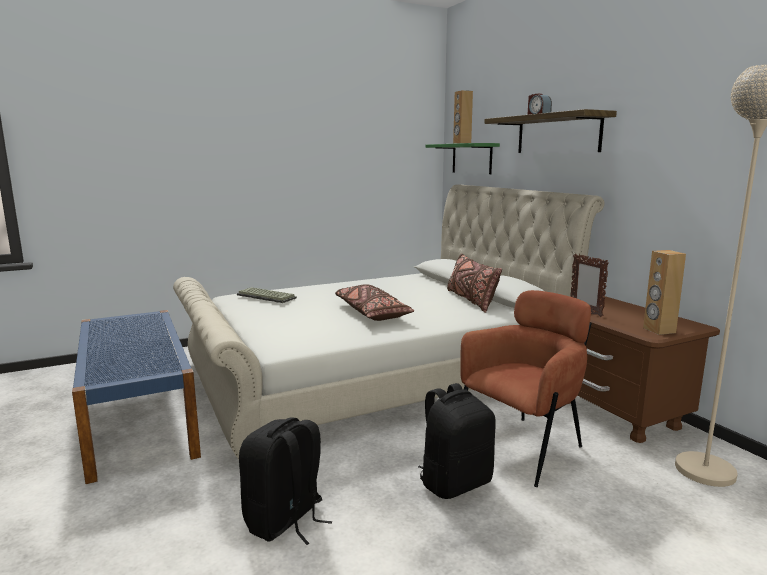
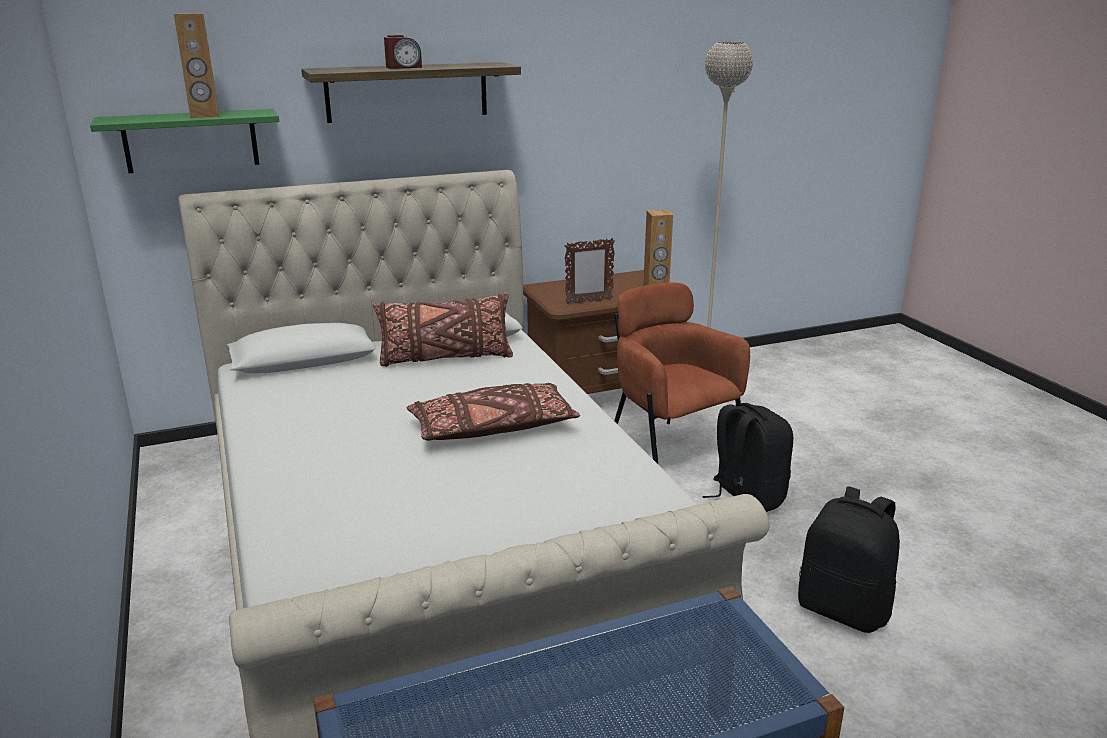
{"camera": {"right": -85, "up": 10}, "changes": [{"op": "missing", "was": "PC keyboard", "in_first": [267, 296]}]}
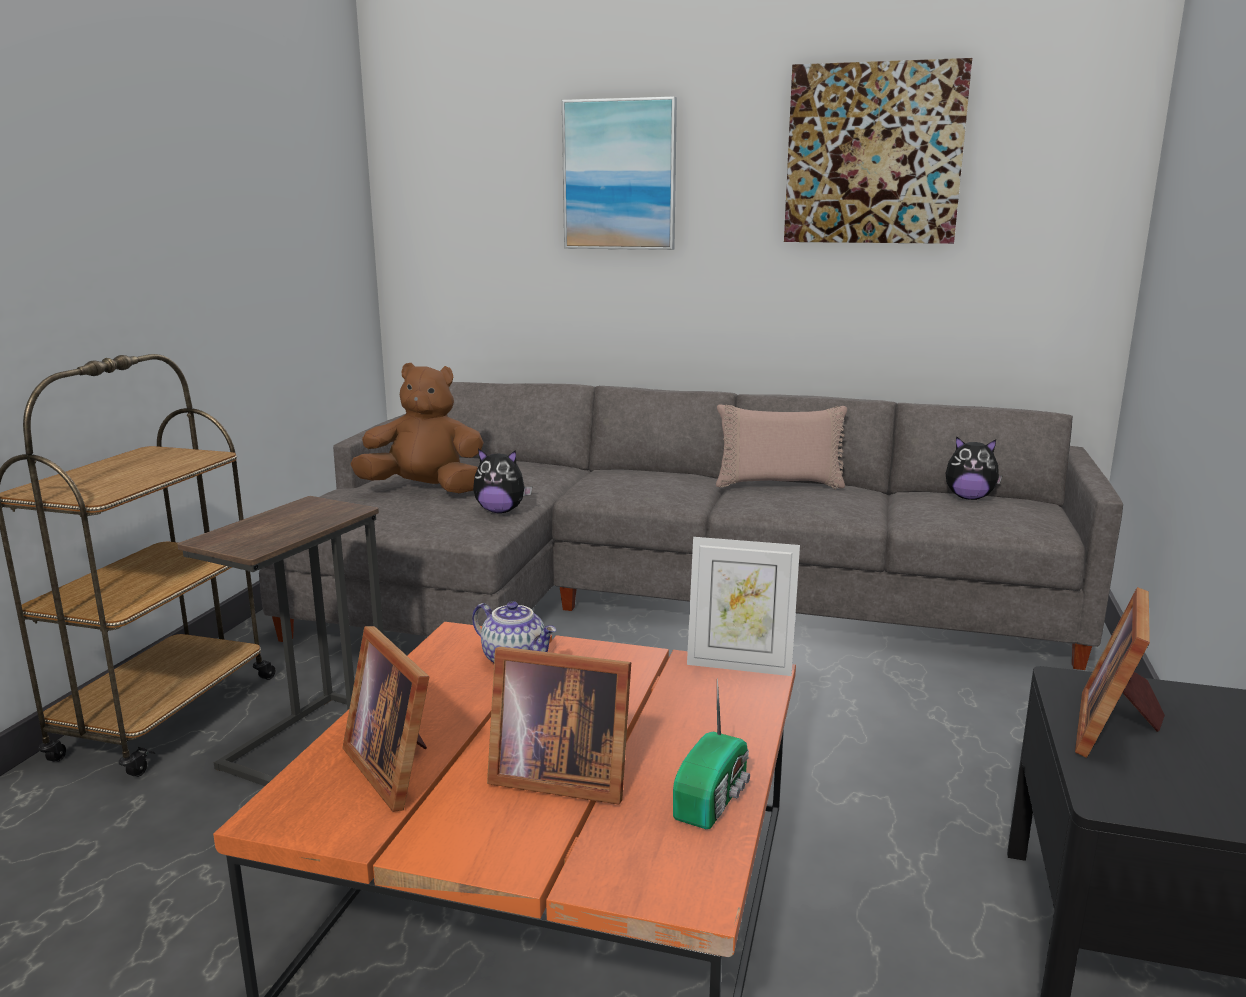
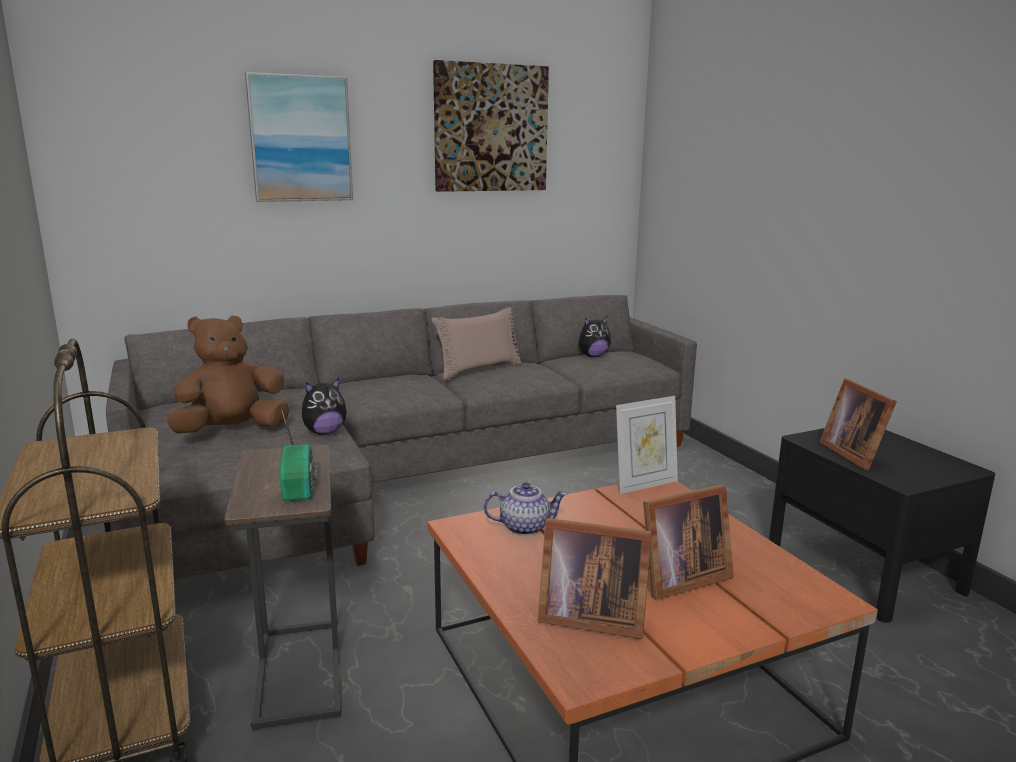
{"camera": {"right": -40, "up": 0}, "changes": [{"op": "relocated", "was": "radio", "in_first": [714, 798], "in_second": [300, 485]}]}
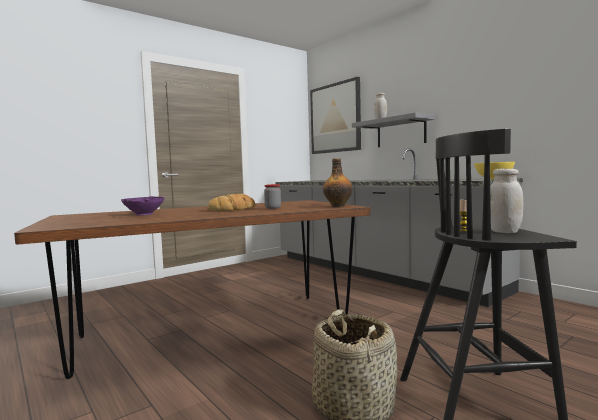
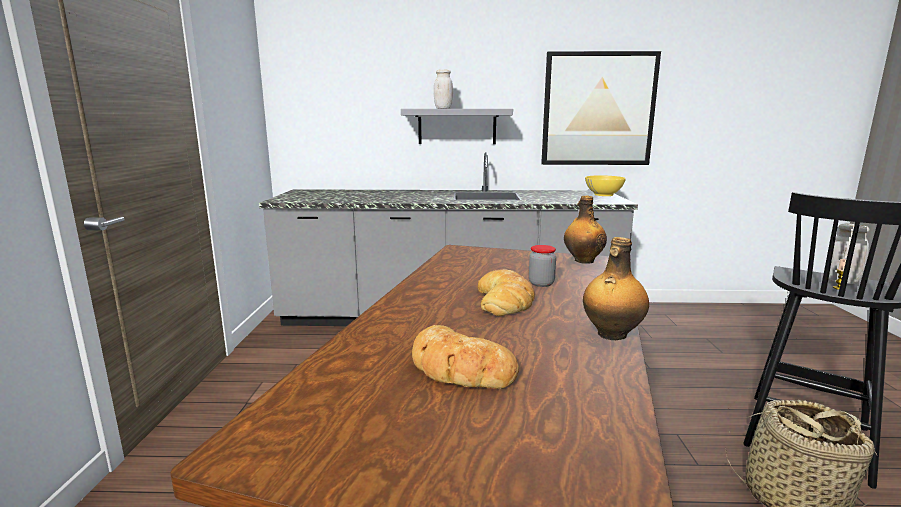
{"camera": {"right": -50, "up": 10}, "changes": [{"op": "exchanged", "was": "deep dish in purple-coloured", "now": "bakery bread", "in_first": [144, 214], "in_second": [459, 368]}, {"op": "relocated", "was": "wall picture", "in_first": [335, 118], "in_second": [598, 109]}, {"op": "appeared", "now": "drink bottle", "in_second": [611, 334]}]}
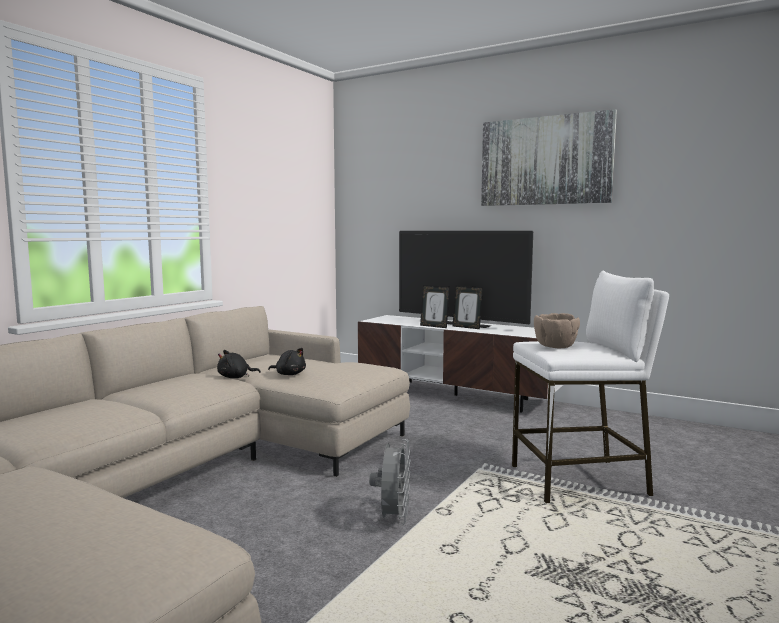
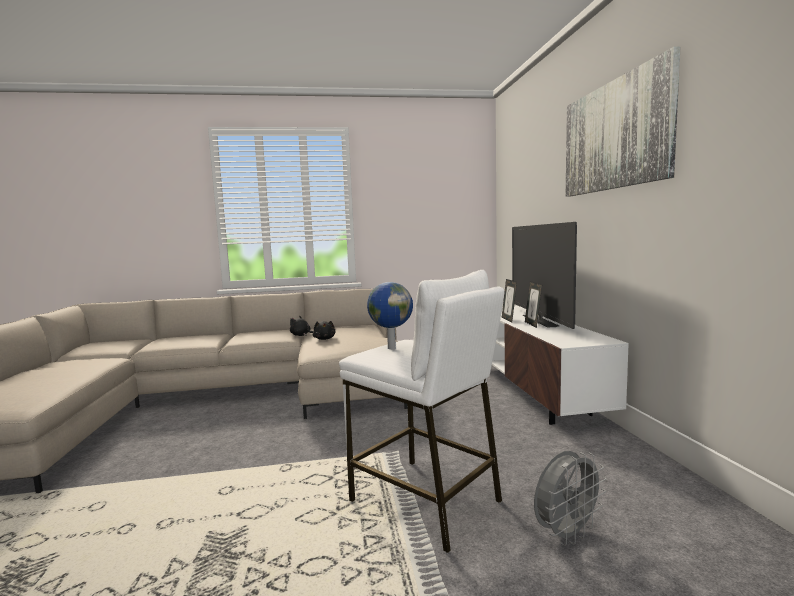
{"camera": {"right": 50, "up": 0}, "changes": [{"op": "exchanged", "was": "deep dish in brown", "now": "world globe", "in_first": [554, 346], "in_second": [391, 348]}, {"op": "relocated", "was": "fan in gray", "in_first": [393, 518], "in_second": [566, 534]}]}
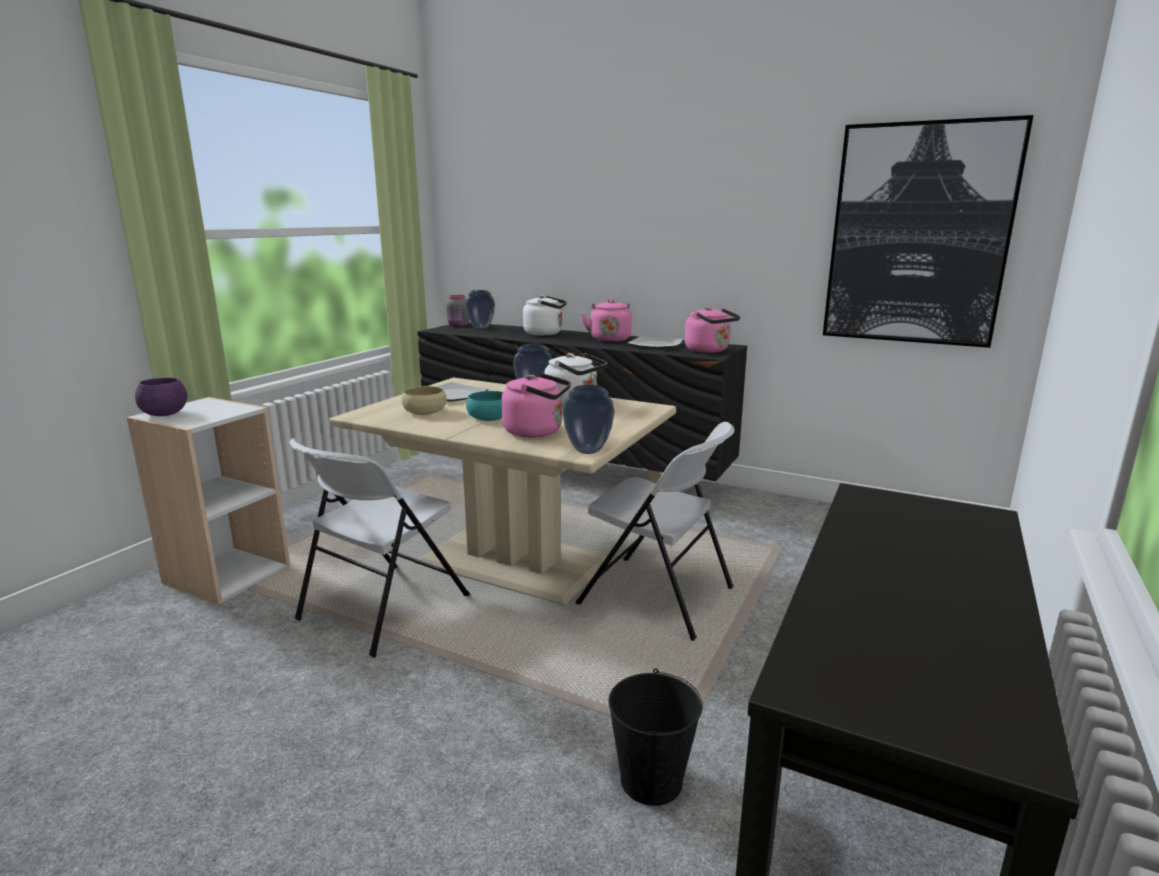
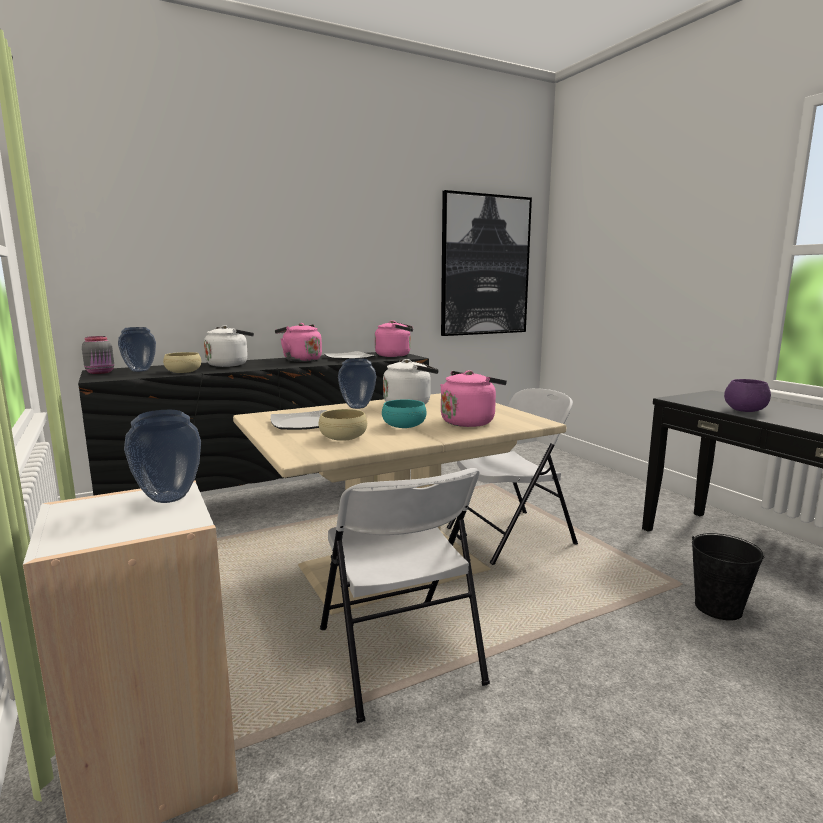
{"camera": {"right": -55, "up": -5}, "changes": [{"op": "relocated", "was": "vase", "in_first": [587, 450], "in_second": [168, 498]}, {"op": "appeared", "now": "deep dish in sand-coloured", "in_second": [183, 371]}, {"op": "relocated", "was": "deep dish in purple-coloured", "in_first": [164, 414], "in_second": [745, 411]}]}
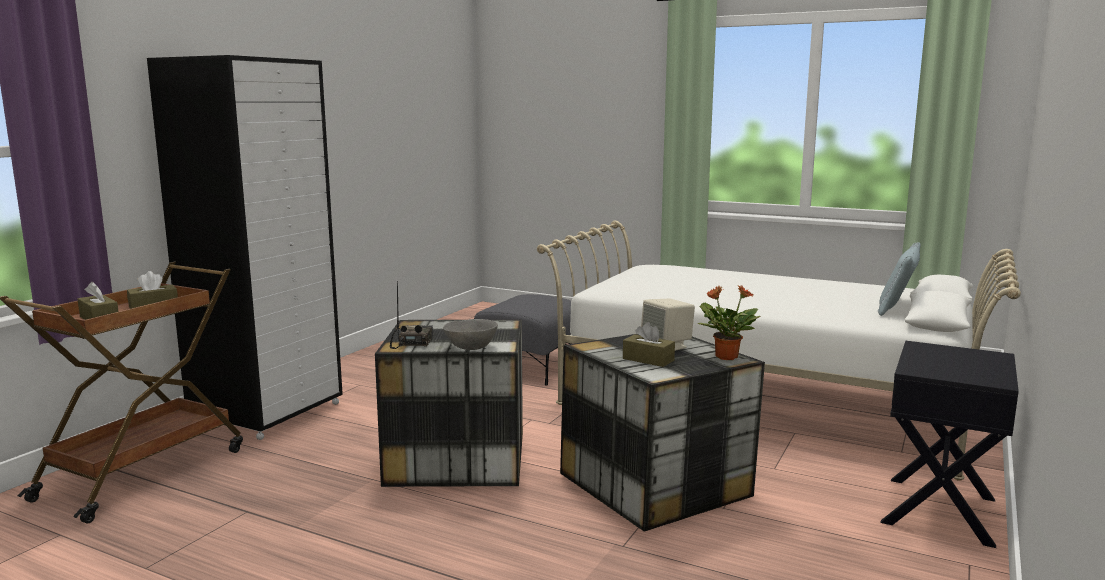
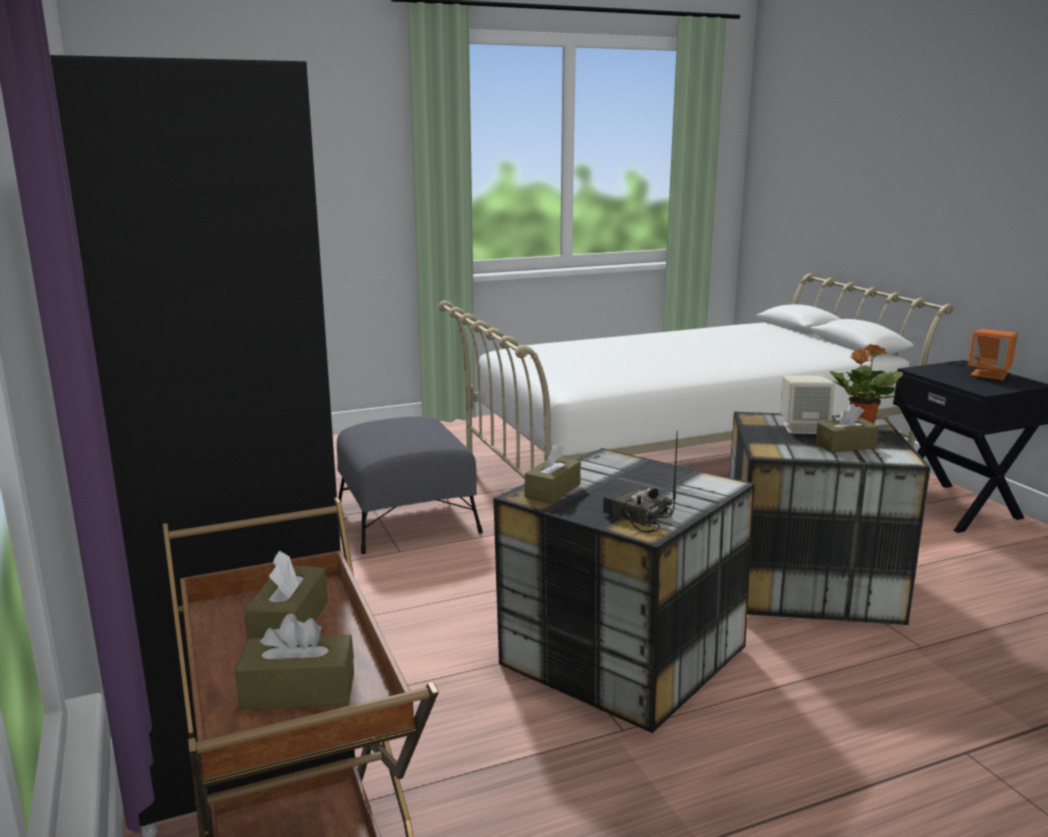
{"camera": {"right": -50, "up": 5}, "changes": [{"op": "appeared", "now": "box of tissues in brown", "in_second": [552, 491]}, {"op": "appeared", "now": "audio speaker in orangey", "in_second": [989, 374]}, {"op": "missing", "was": "deep dish in gray", "in_first": [471, 346]}, {"op": "missing", "was": "pillow in bluish", "in_first": [896, 307]}]}
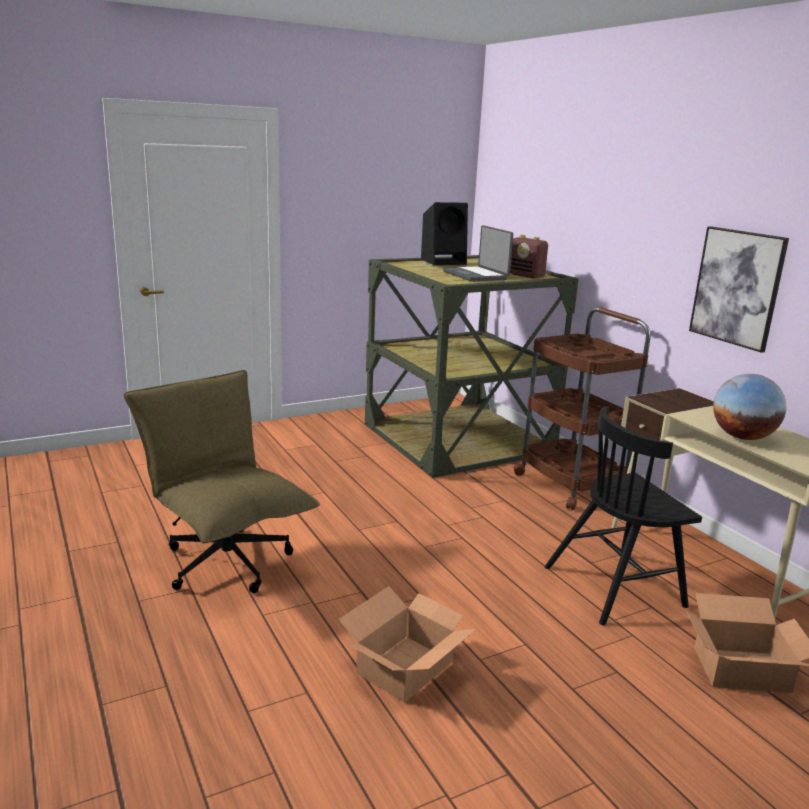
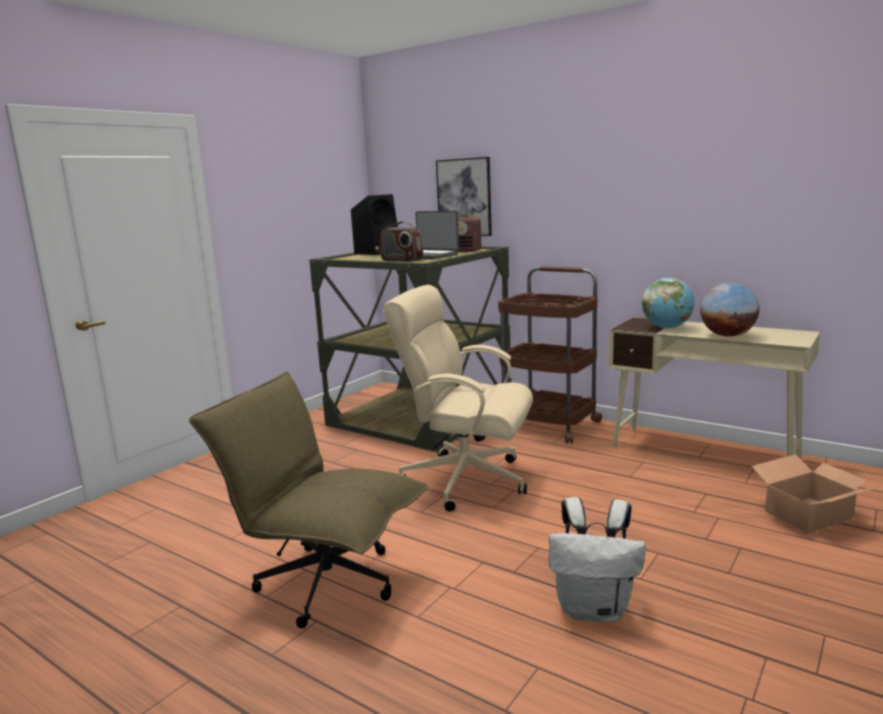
{"camera": {"right": -25, "up": -5}, "changes": [{"op": "appeared", "now": "radio", "in_second": [401, 260]}, {"op": "appeared", "now": "office chair in sand-coloured", "in_second": [466, 480]}, {"op": "relocated", "was": "wall picture", "in_first": [737, 287], "in_second": [464, 197]}, {"op": "exchanged", "was": "carton", "now": "rucksack in white", "in_first": [406, 667], "in_second": [594, 609]}, {"op": "appeared", "now": "world globe", "in_second": [666, 328]}, {"op": "missing", "was": "upright chair in blackish", "in_first": [620, 584]}]}
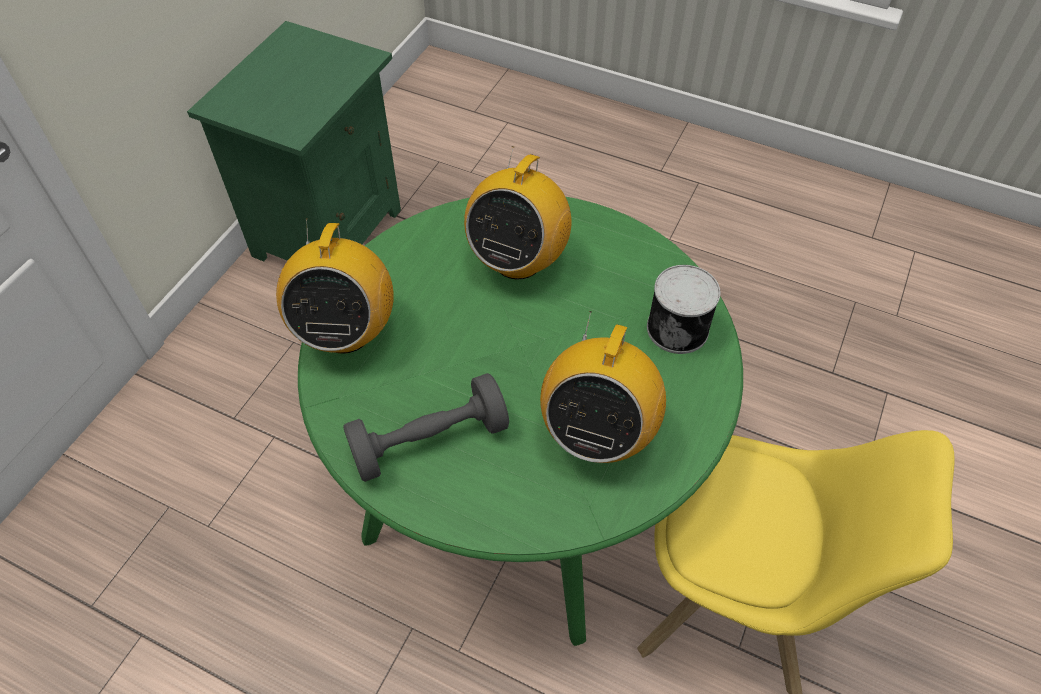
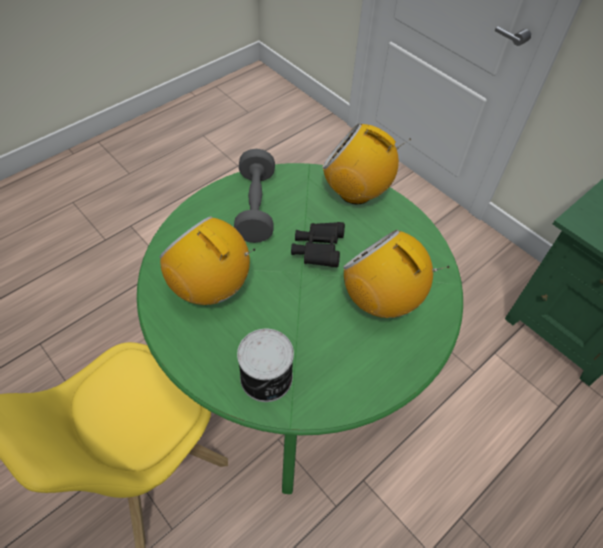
{"camera": {"right": 110, "up": 0}, "changes": [{"op": "appeared", "now": "field glasses in blackish", "in_second": [318, 251]}]}
